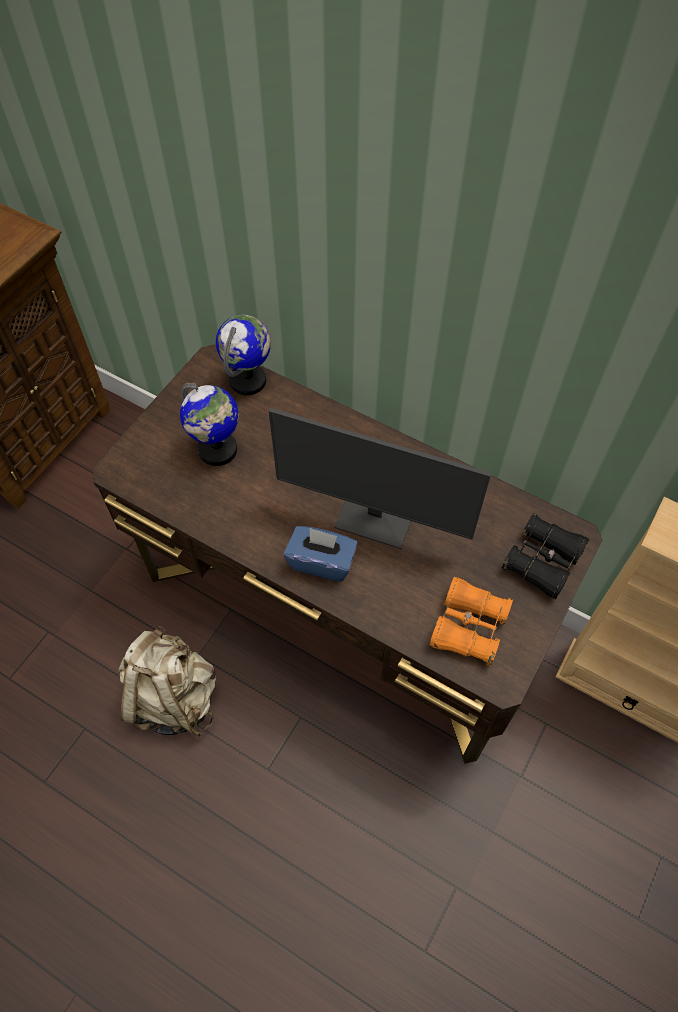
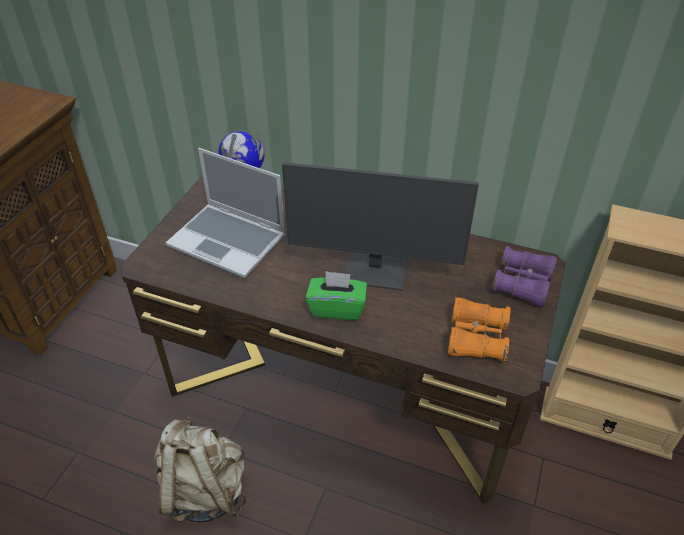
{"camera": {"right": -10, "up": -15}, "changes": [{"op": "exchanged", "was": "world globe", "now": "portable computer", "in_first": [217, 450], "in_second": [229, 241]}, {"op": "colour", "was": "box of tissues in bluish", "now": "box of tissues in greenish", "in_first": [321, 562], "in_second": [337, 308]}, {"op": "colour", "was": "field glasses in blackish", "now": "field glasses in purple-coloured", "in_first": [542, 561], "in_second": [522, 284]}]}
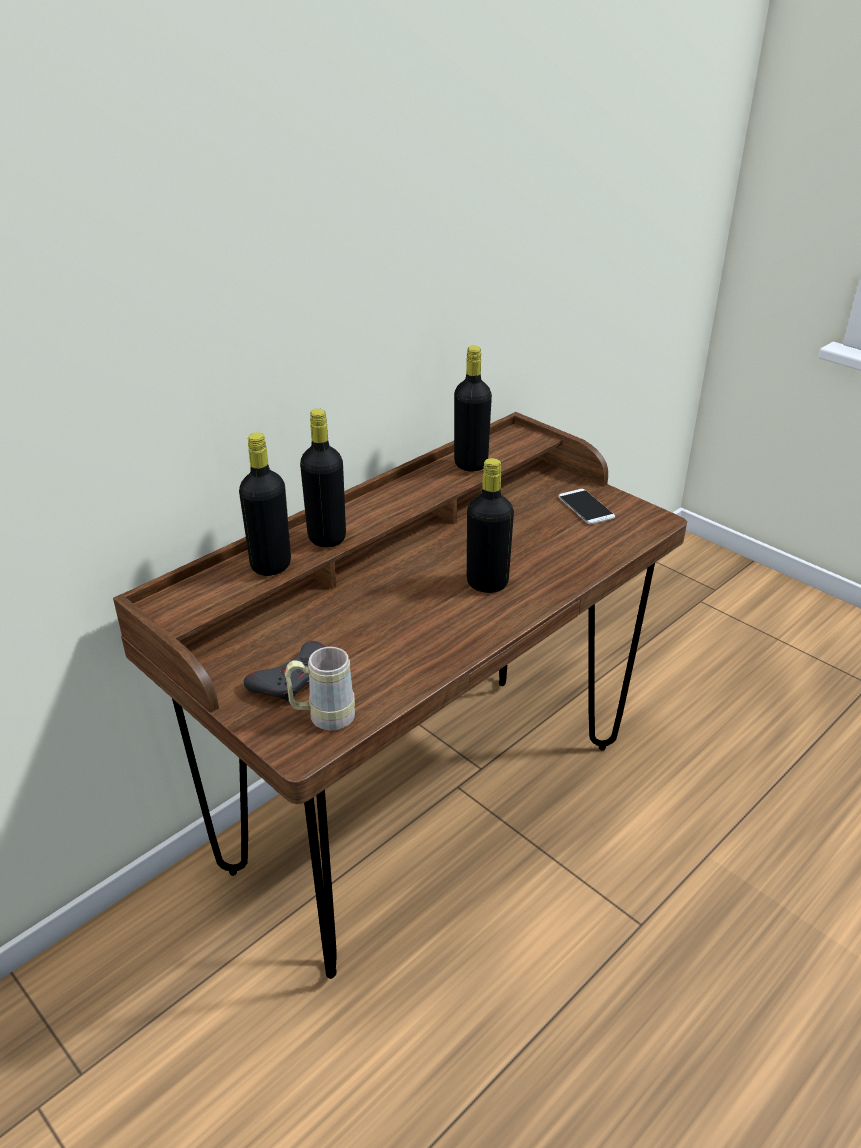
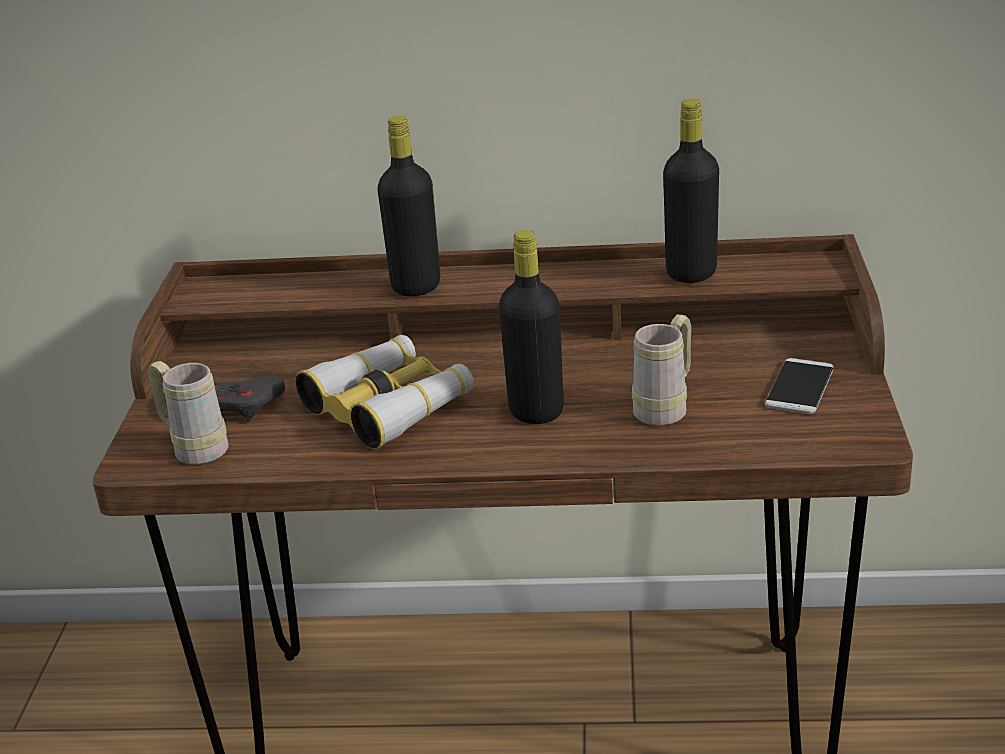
{"camera": {"right": 50, "up": -5}, "changes": [{"op": "appeared", "now": "field glasses", "in_second": [389, 405]}, {"op": "appeared", "now": "mug in sand-coloured", "in_second": [666, 407]}, {"op": "missing", "was": "drink bottle in blackish", "in_first": [271, 565]}]}
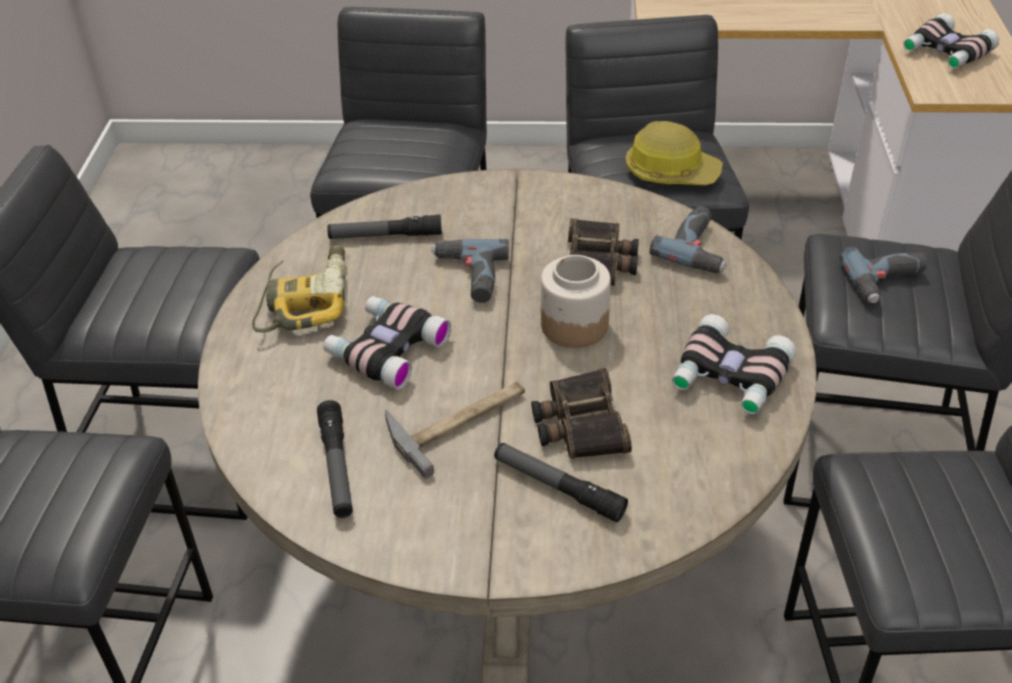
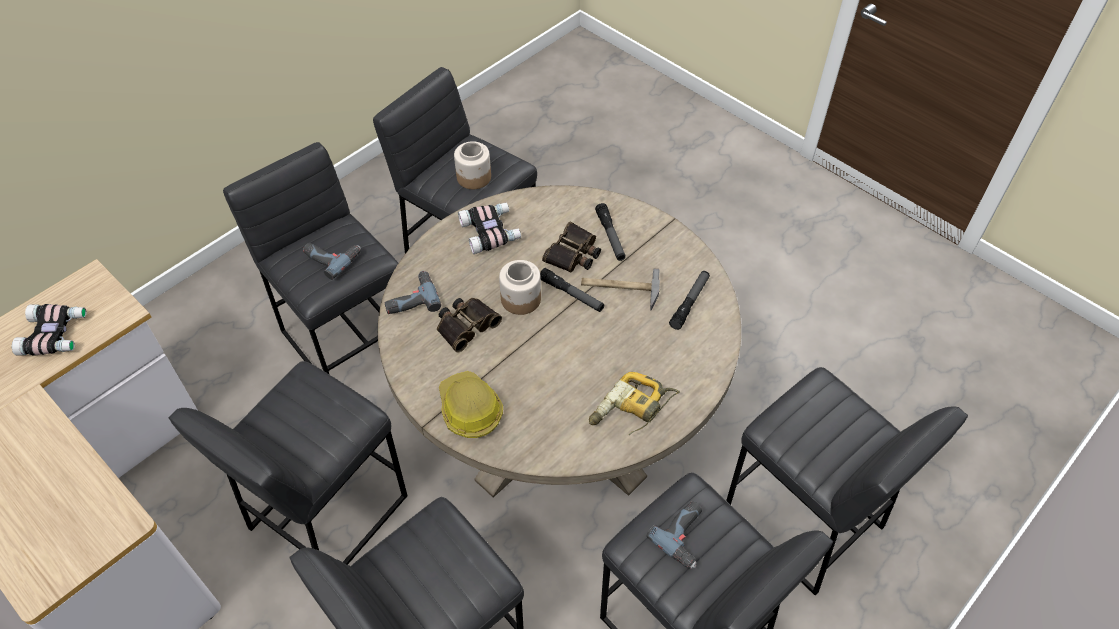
{"camera": {"right": -140, "up": 10}, "changes": [{"op": "relocated", "was": "hard hat", "in_first": [671, 172], "in_second": [469, 410]}, {"op": "appeared", "now": "preserve jar", "in_second": [474, 177]}, {"op": "relocated", "was": "hand torch", "in_first": [385, 236], "in_second": [571, 294]}, {"op": "relocated", "was": "power drill", "in_first": [468, 277], "in_second": [685, 536]}, {"op": "missing", "was": "field glasses", "in_first": [386, 349]}]}
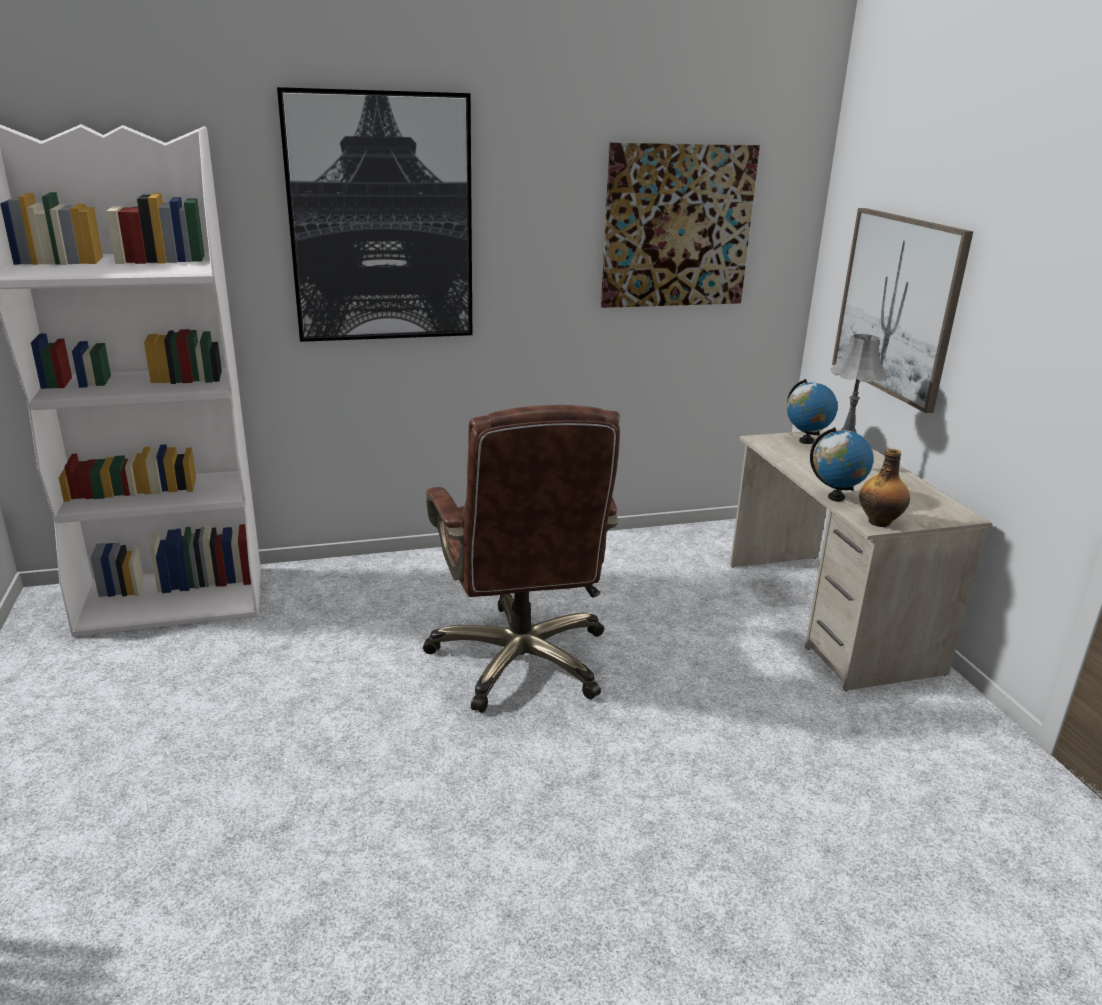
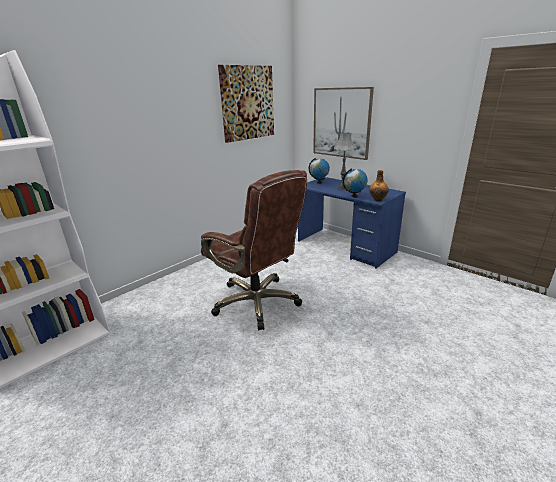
{"camera": {"right": -30, "up": 0}, "changes": [{"op": "colour", "was": "desk table in sand-coloured", "now": "desk table in bluish", "in_first": [828, 616], "in_second": [345, 247]}, {"op": "missing", "was": "wall picture", "in_first": [381, 220]}]}
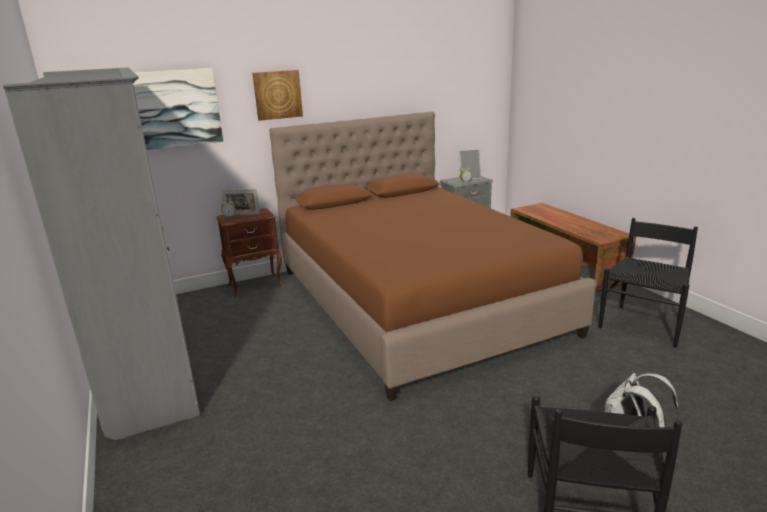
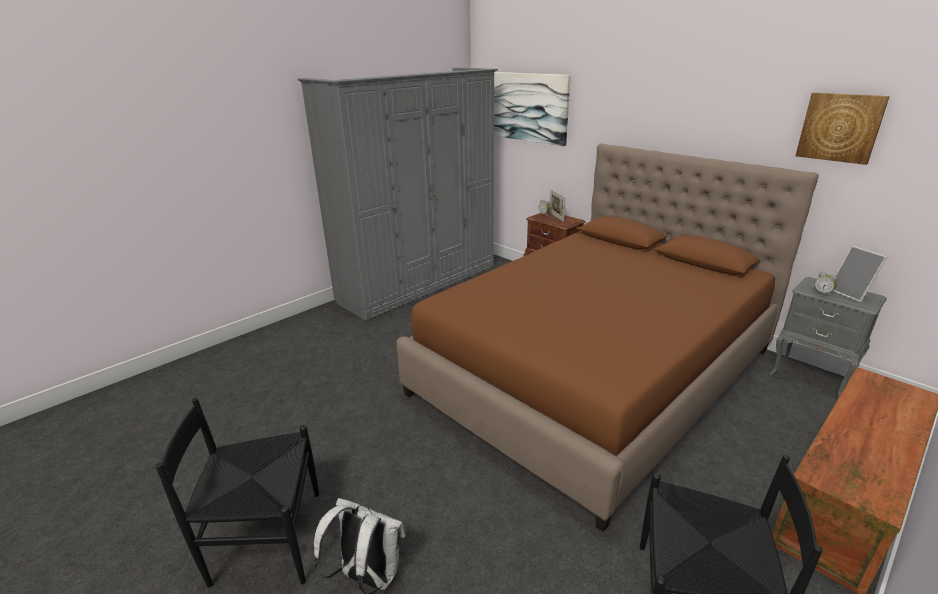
{"camera": {"right": 70, "up": 5}, "changes": [{"op": "relocated", "was": "wall picture", "in_first": [277, 95], "in_second": [840, 127]}]}
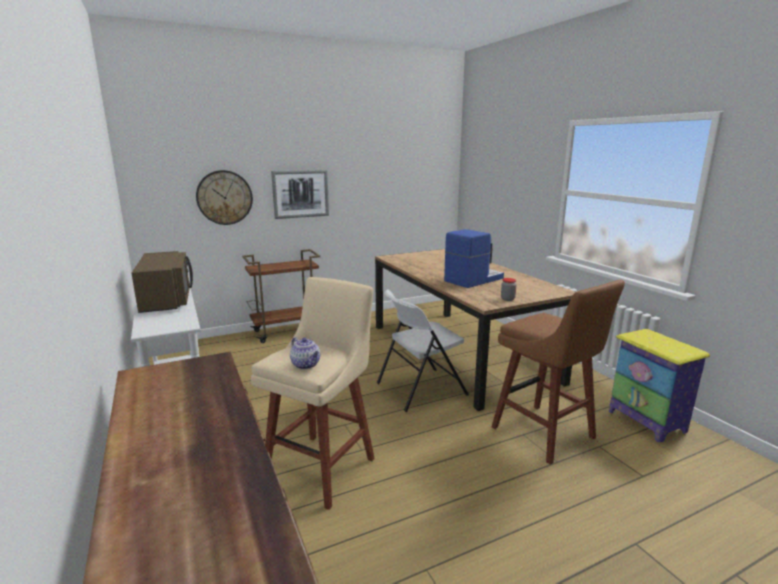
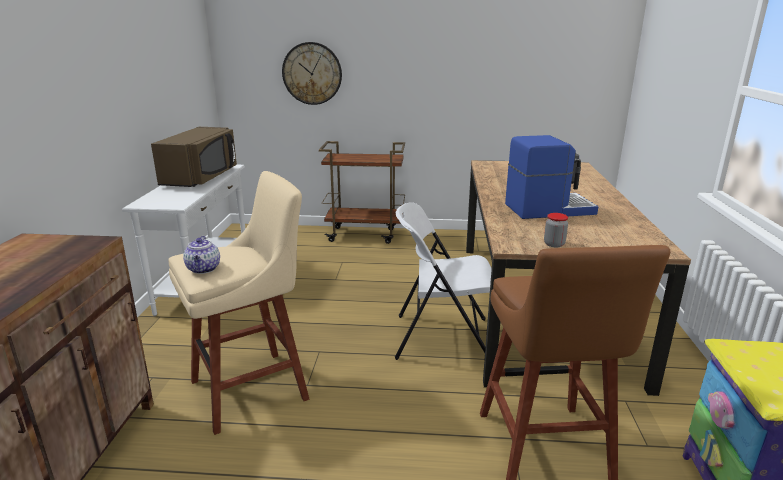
{"camera": {"right": 30, "up": 5}, "changes": [{"op": "missing", "was": "wall picture", "in_first": [300, 194]}]}
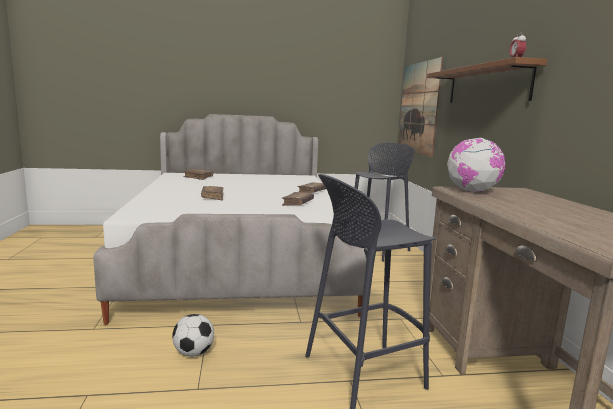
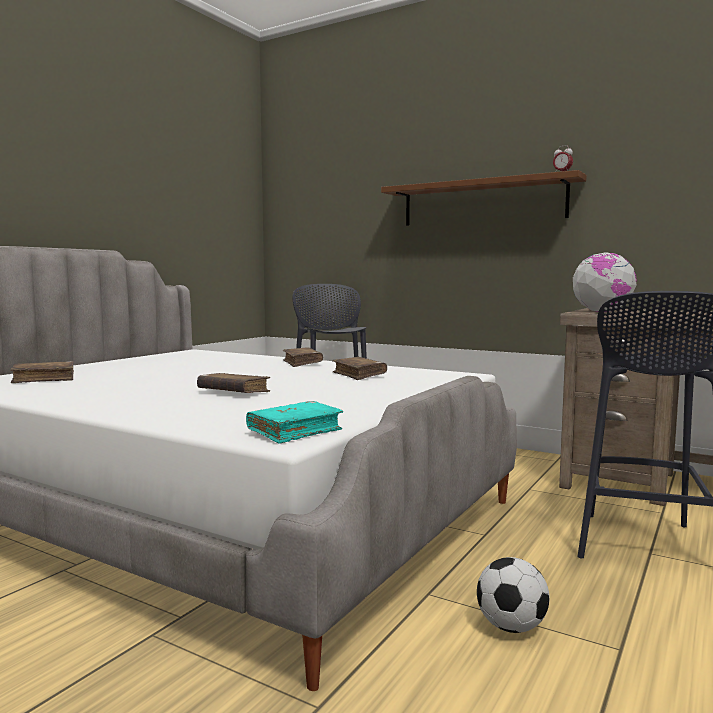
{"camera": {"right": -50, "up": -5}, "changes": [{"op": "appeared", "now": "bound book in turquoise-coloured", "in_second": [295, 432]}, {"op": "missing", "was": "wall picture", "in_first": [418, 108]}]}
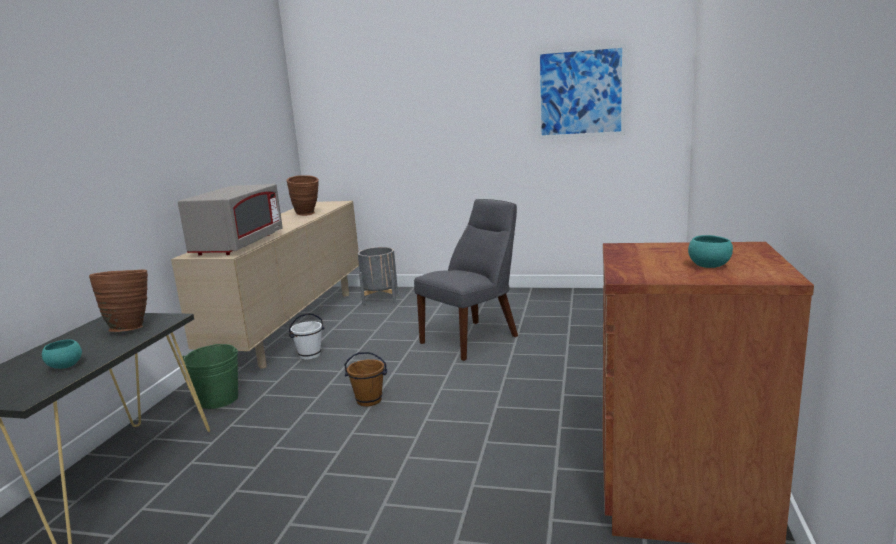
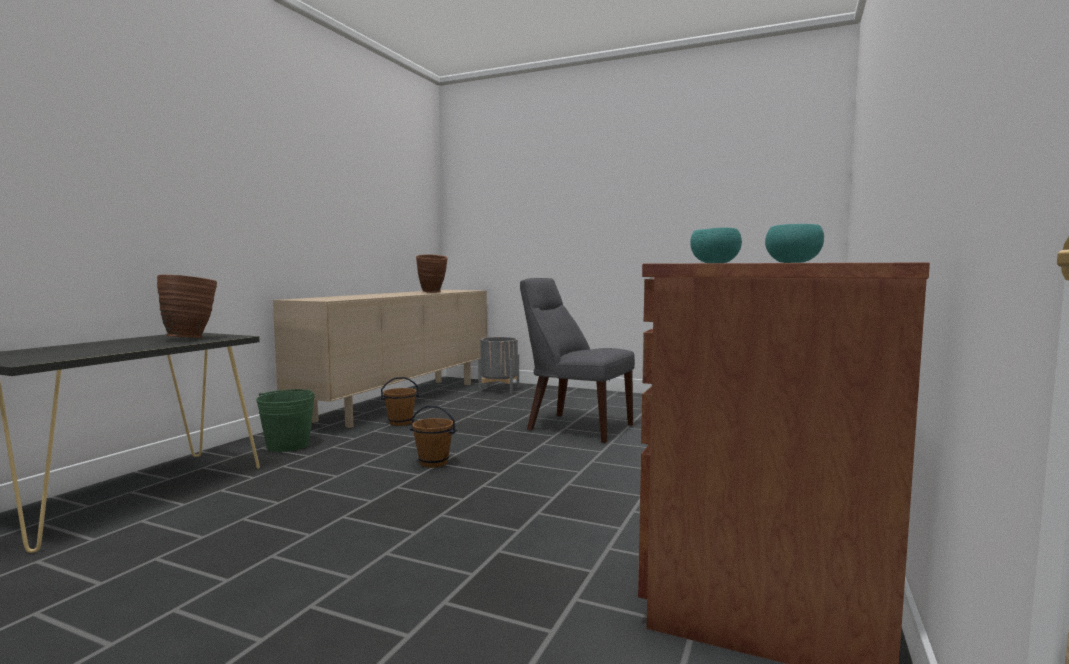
{"camera": {"right": 10, "up": -10}, "changes": [{"op": "colour", "was": "bucket in white", "now": "bucket in brown", "in_first": [310, 355], "in_second": [400, 423]}, {"op": "spun", "was": "upright chair in gray", "in_first": [473, 338], "in_second": [575, 427], "clockwise": -120}, {"op": "relocated", "was": "deep dish in turquoise-coloured", "in_first": [65, 366], "in_second": [715, 263]}, {"op": "missing", "was": "microwave oven in gray", "in_first": [238, 245]}, {"op": "missing", "was": "wall picture", "in_first": [580, 92]}]}
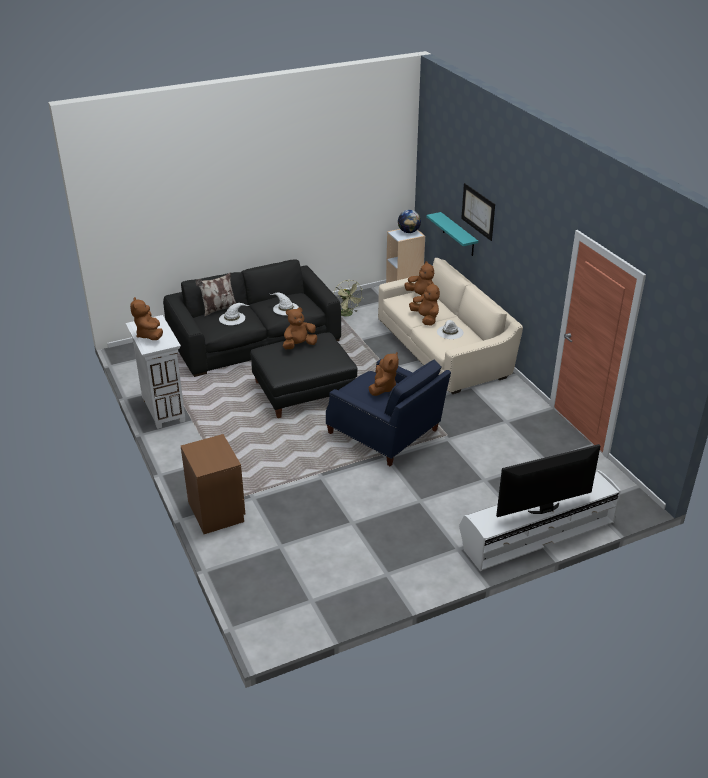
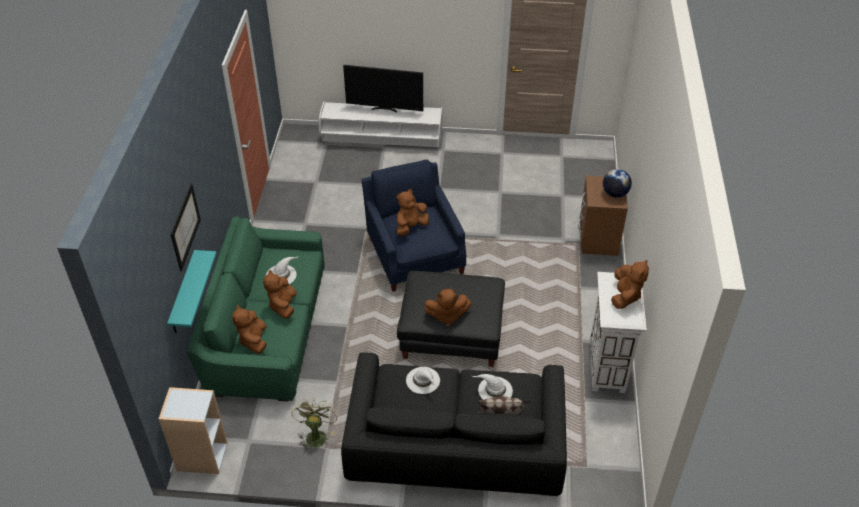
{"camera": {"right": -150, "up": 10}, "changes": [{"op": "colour", "was": "settee in sand-coloured", "now": "settee in greenish", "in_first": [443, 348], "in_second": [267, 328]}, {"op": "relocated", "was": "world globe", "in_first": [408, 232], "in_second": [615, 193]}]}
